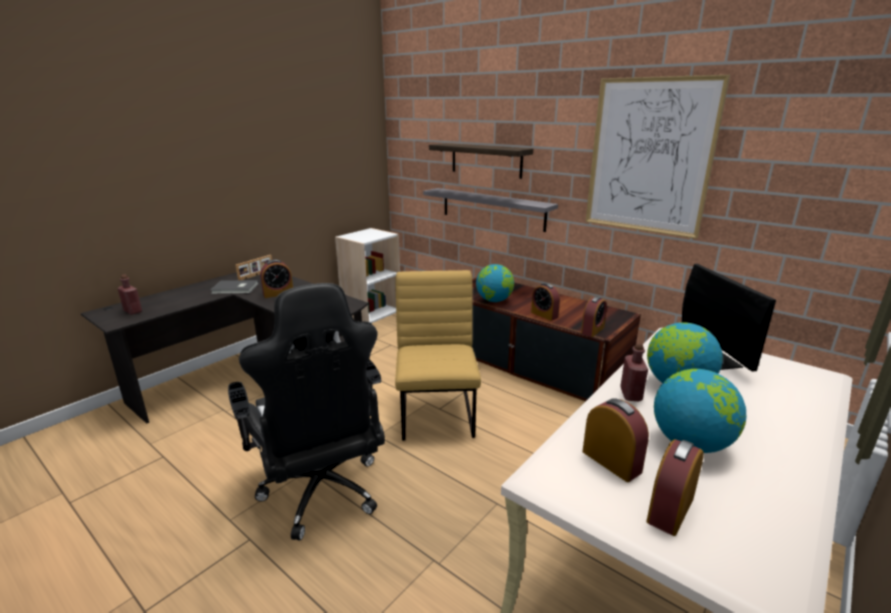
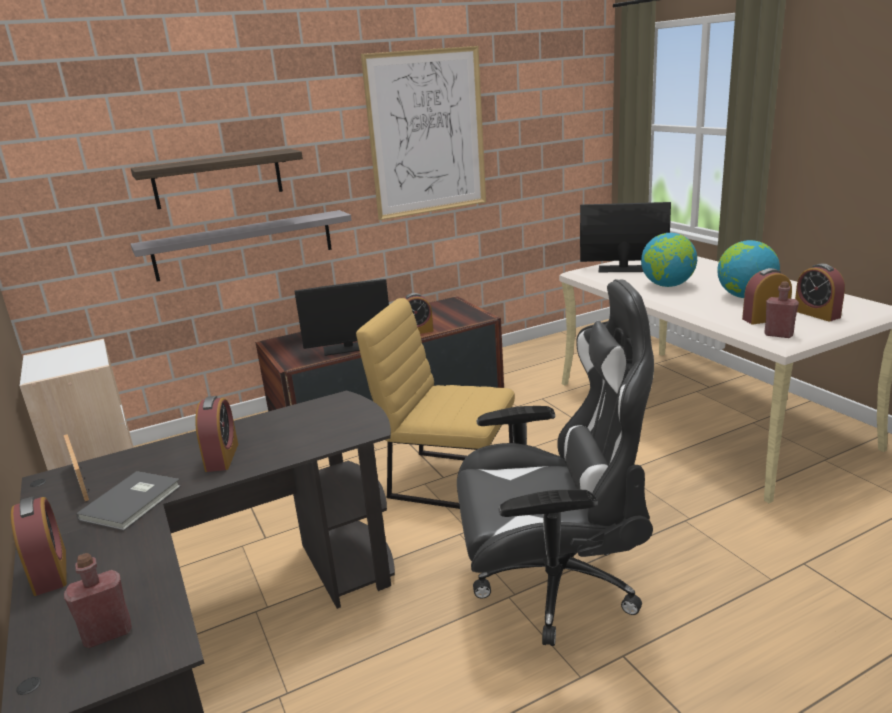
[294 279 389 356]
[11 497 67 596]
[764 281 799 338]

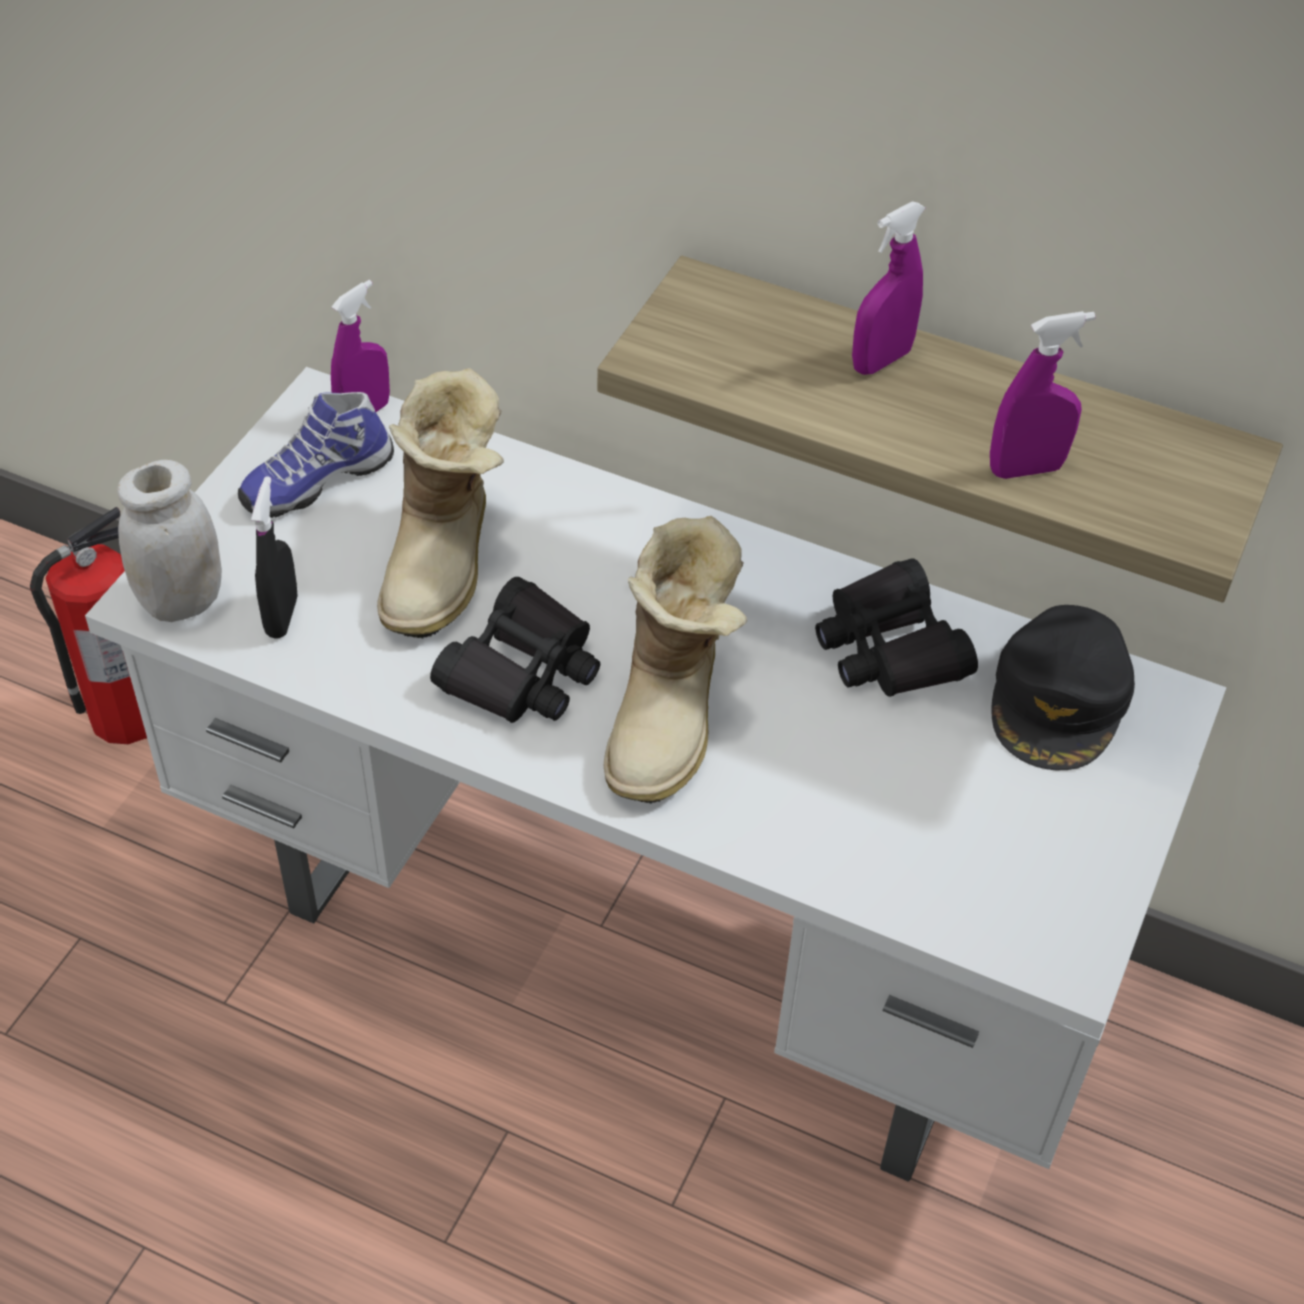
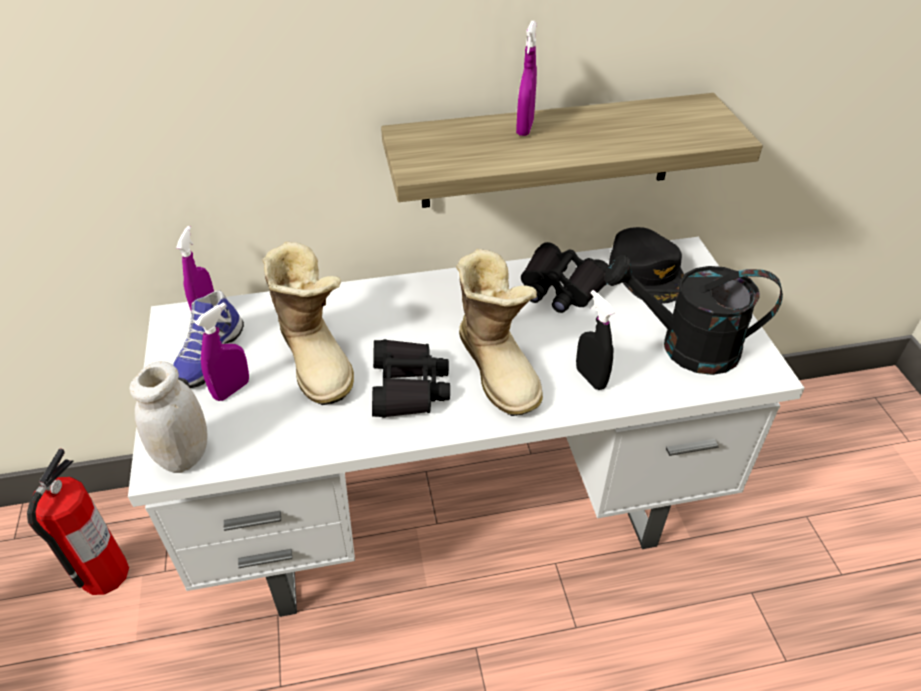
[195 303 249 401]
[576 290 615 390]
[604 255 783 375]

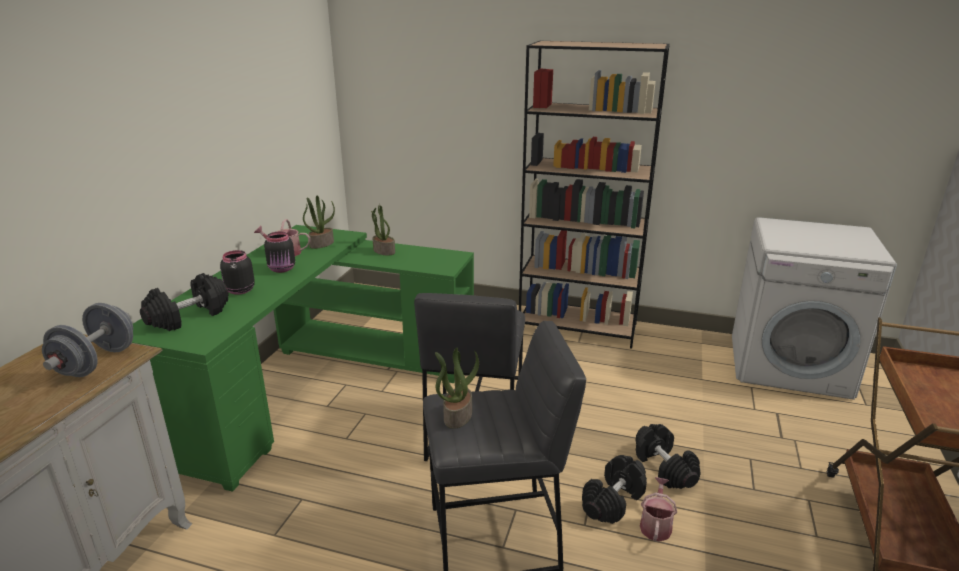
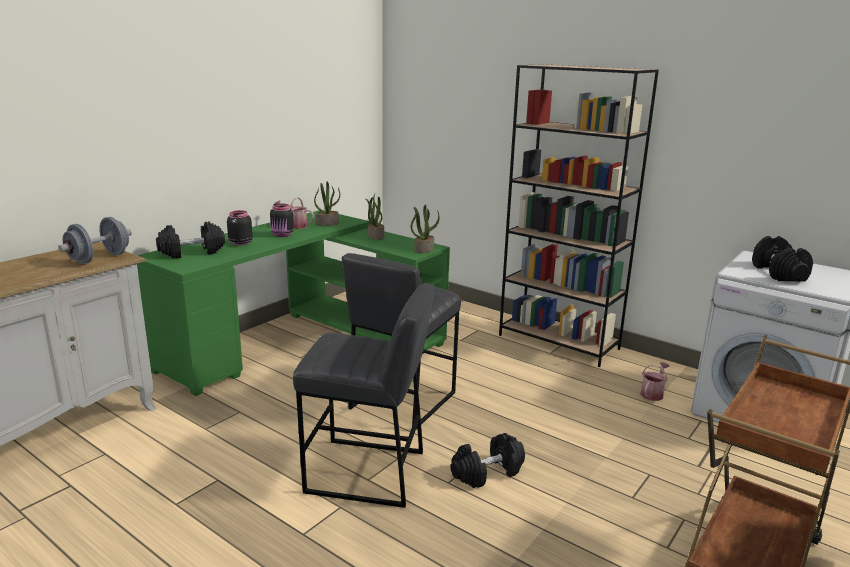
[411 204 440 254]
[752 236 813 282]
[640 362 669 401]

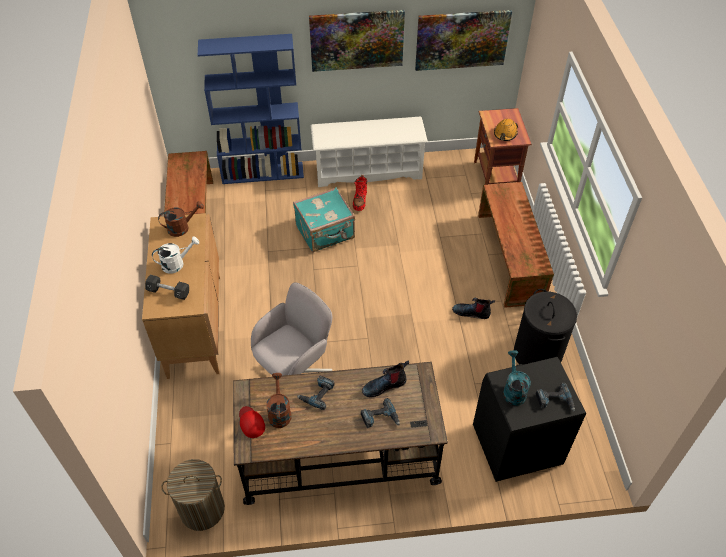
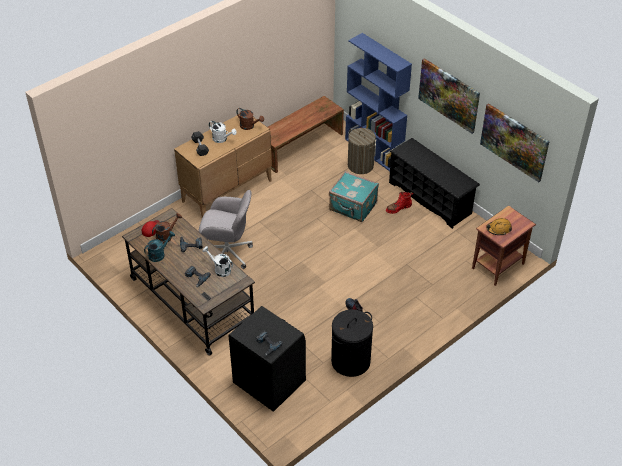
[389 138 480 229]
[478 182 554 308] (first image)
[144 231 175 262]
[203 246 233 277]
[348 128 376 174]

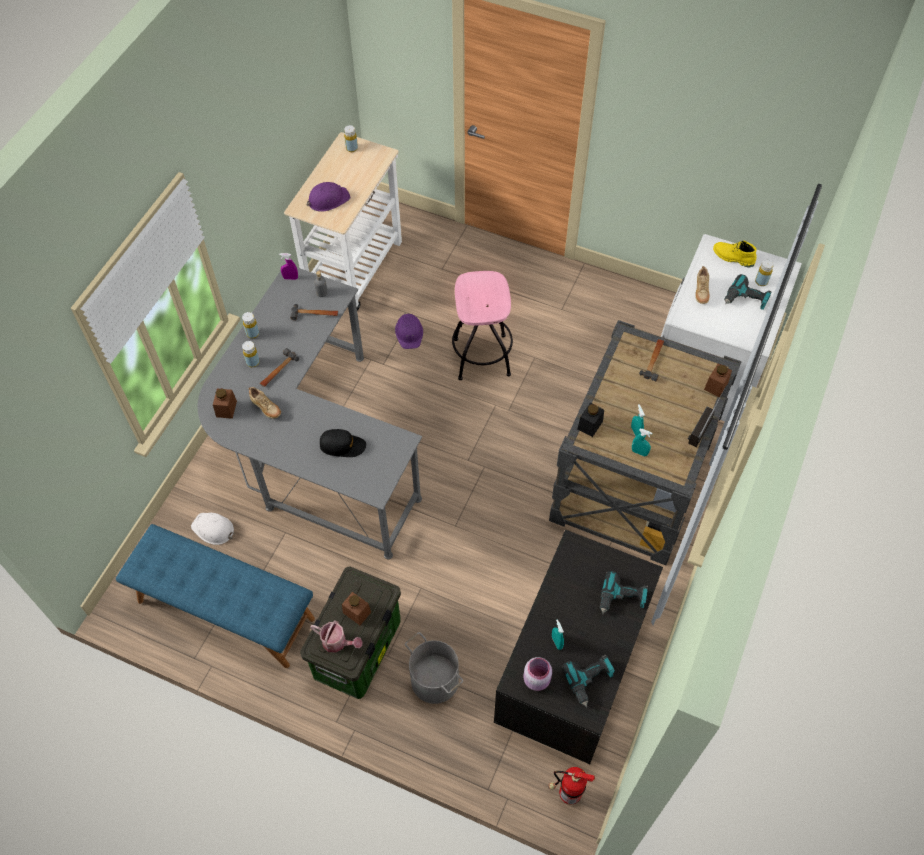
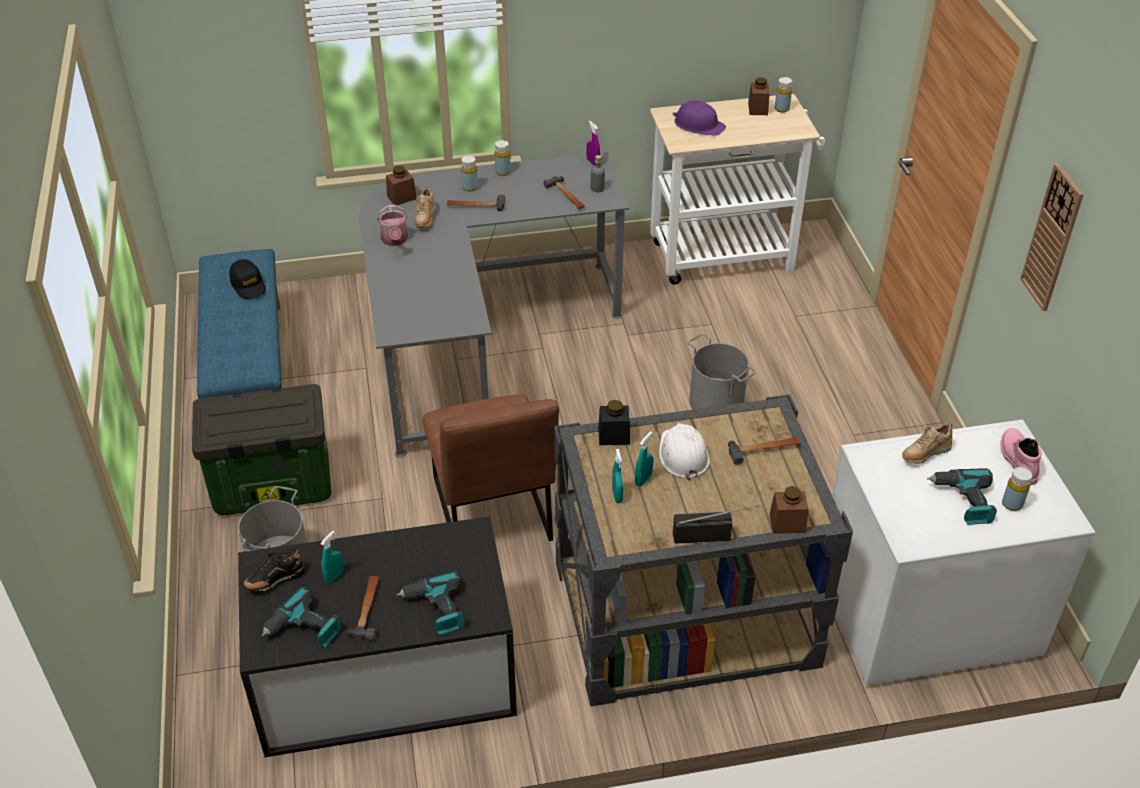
[1001 428 1042 485]
[687 333 756 410]
[395 313 423 349] (first image)
[229 259 266 299]
[659 423 710 481]
[748 77 770 115]
[377 205 408 246]
[244 548 305 593]
[549 767 595 804] (first image)
[1020 163 1084 311]
[422 394 559 541]
[346 576 379 640]

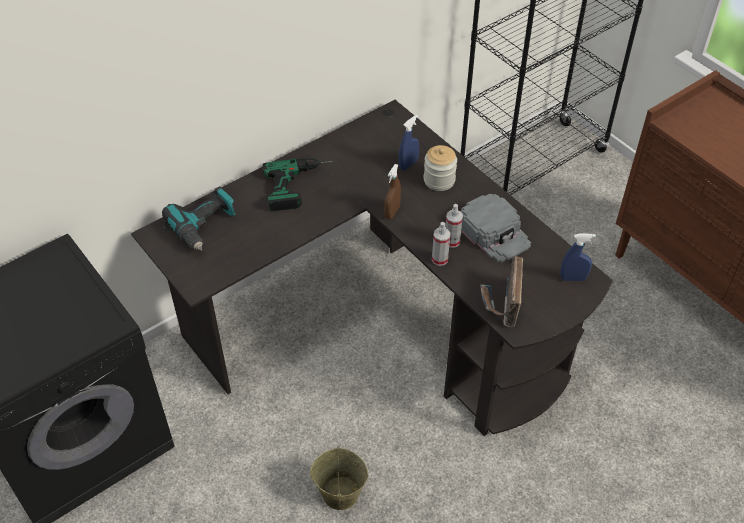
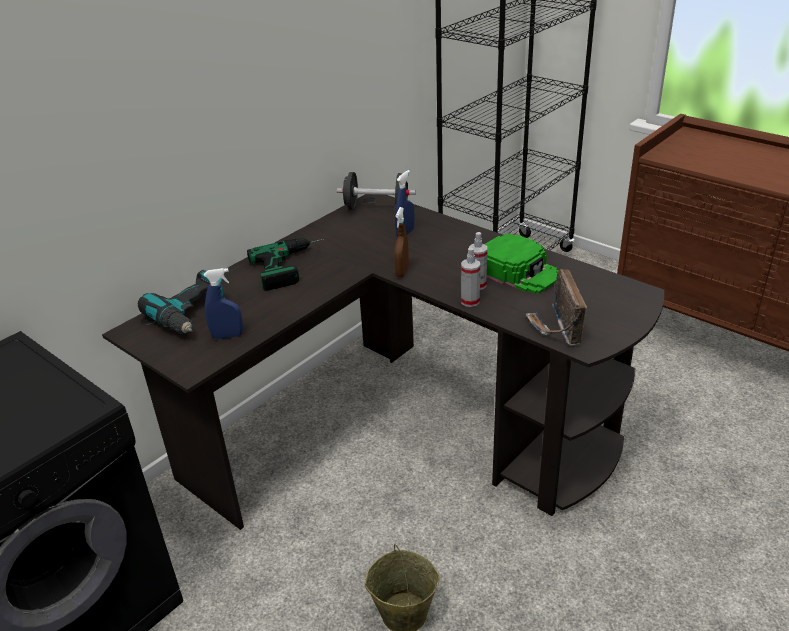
[424 145 457 191] (first image)
[484 233 559 294]
[204 268 243 339]
[337 172 416 210]

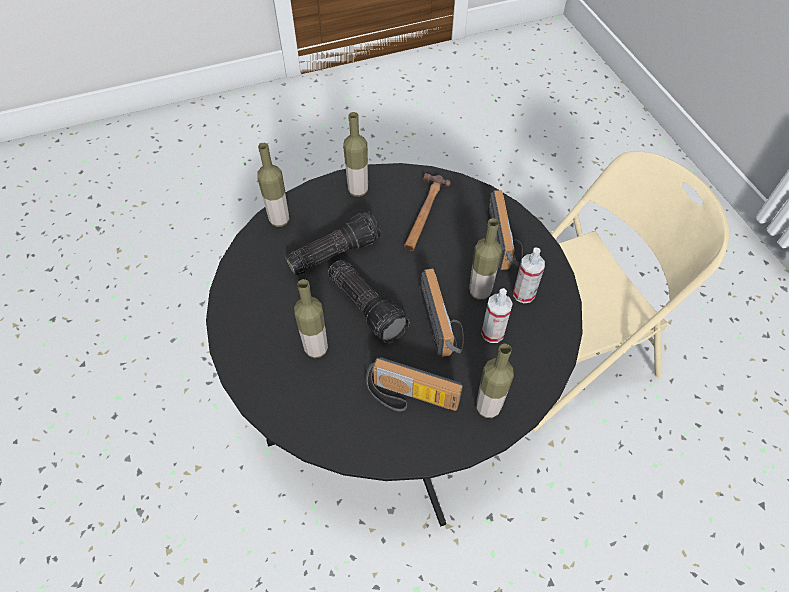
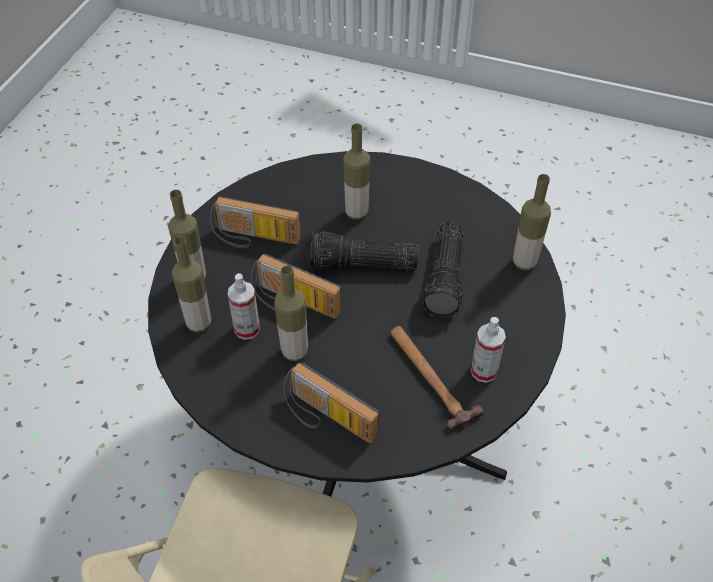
[172 236 211 333]
[471 317 506 383]
[210 197 301 248]

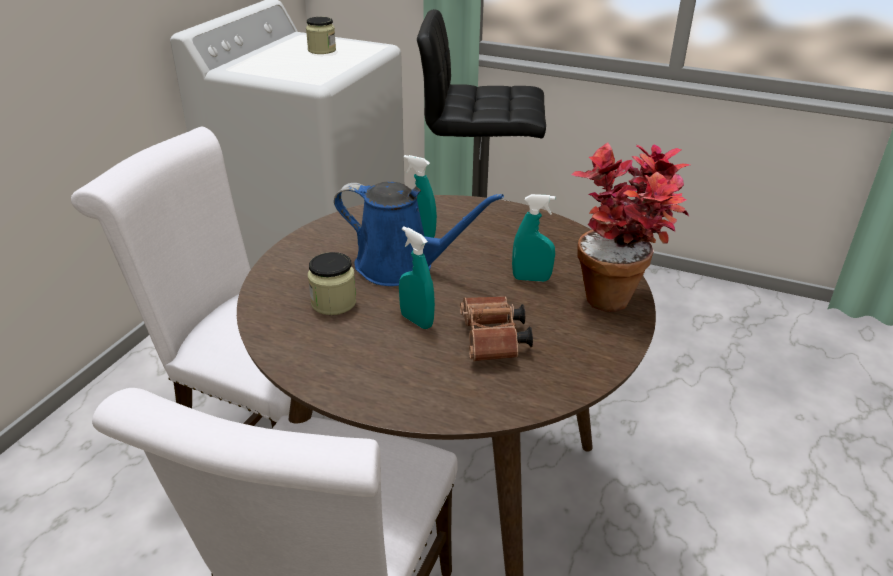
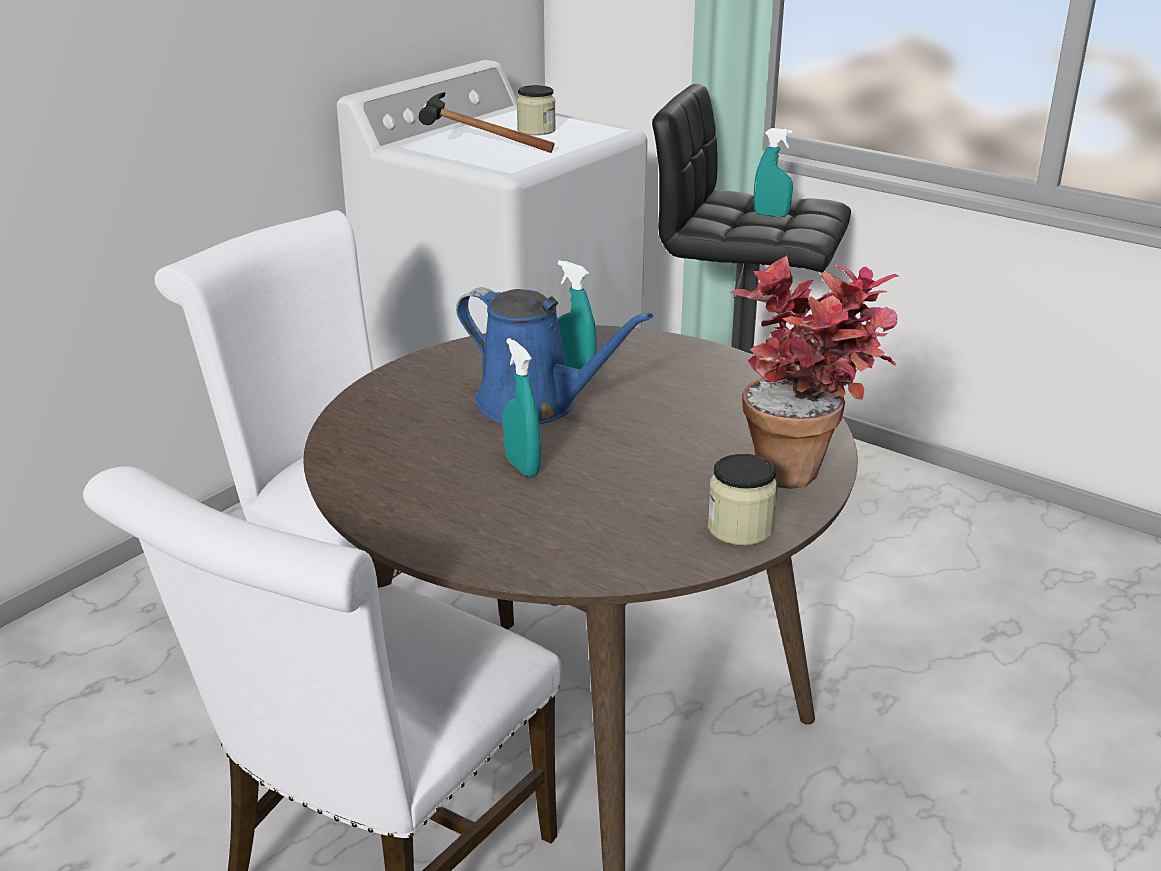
[754 128 793 217]
[708 454 778 546]
[460 296 533 361] (first image)
[419 92 555 153]

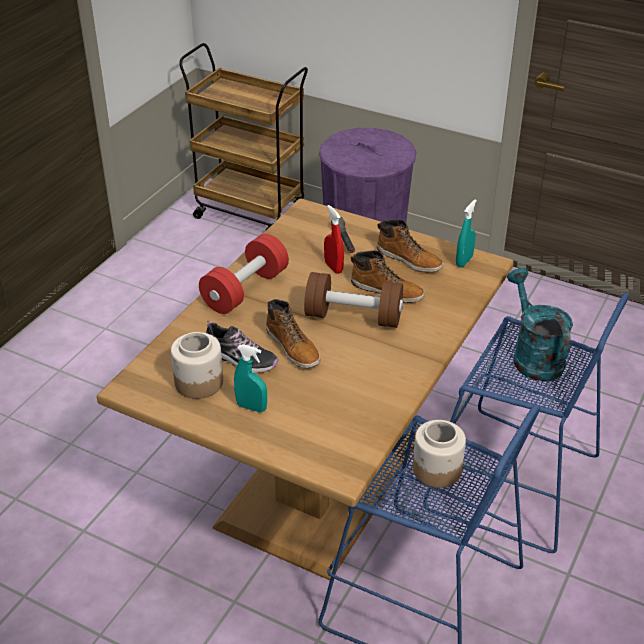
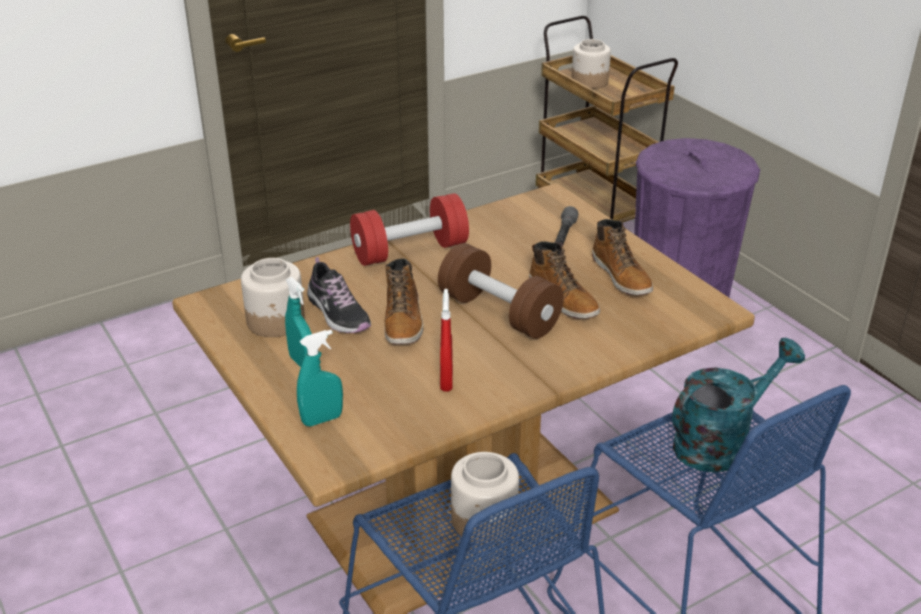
[297 330 343 426]
[440 289 453 391]
[672 338 805 473]
[571 39 611 89]

